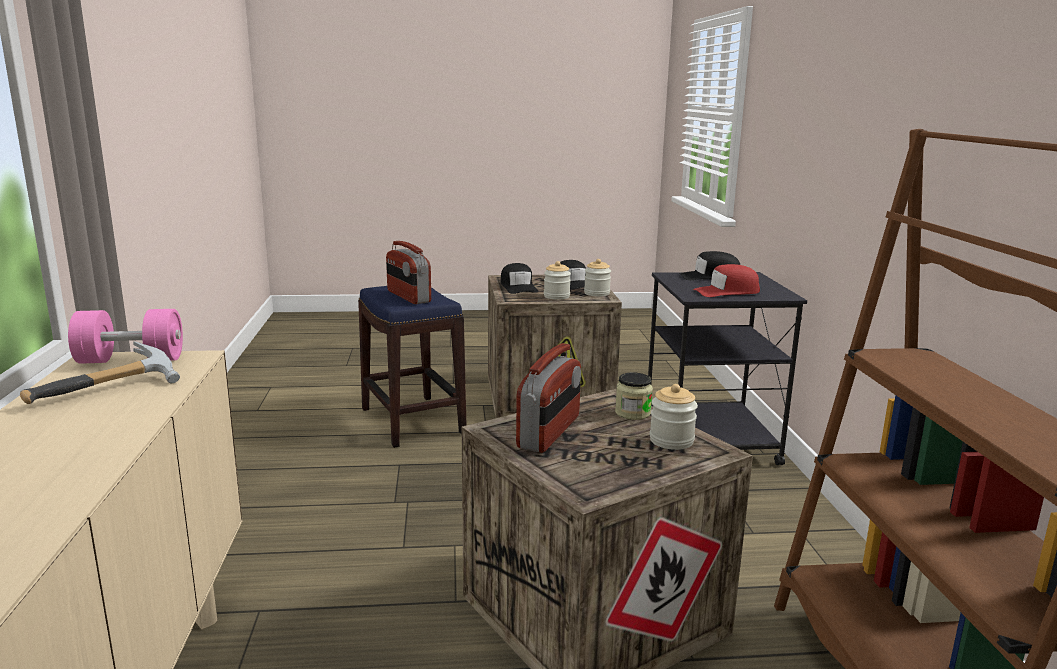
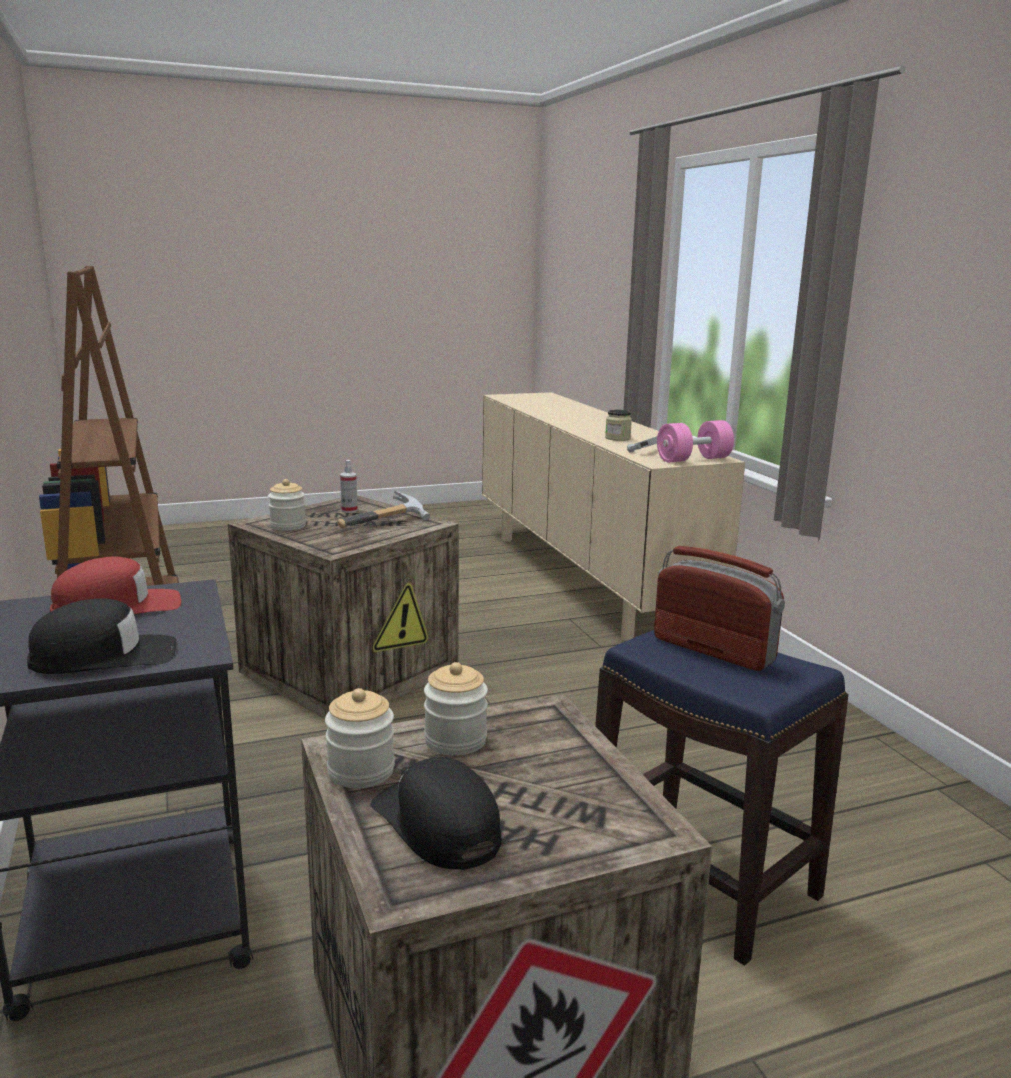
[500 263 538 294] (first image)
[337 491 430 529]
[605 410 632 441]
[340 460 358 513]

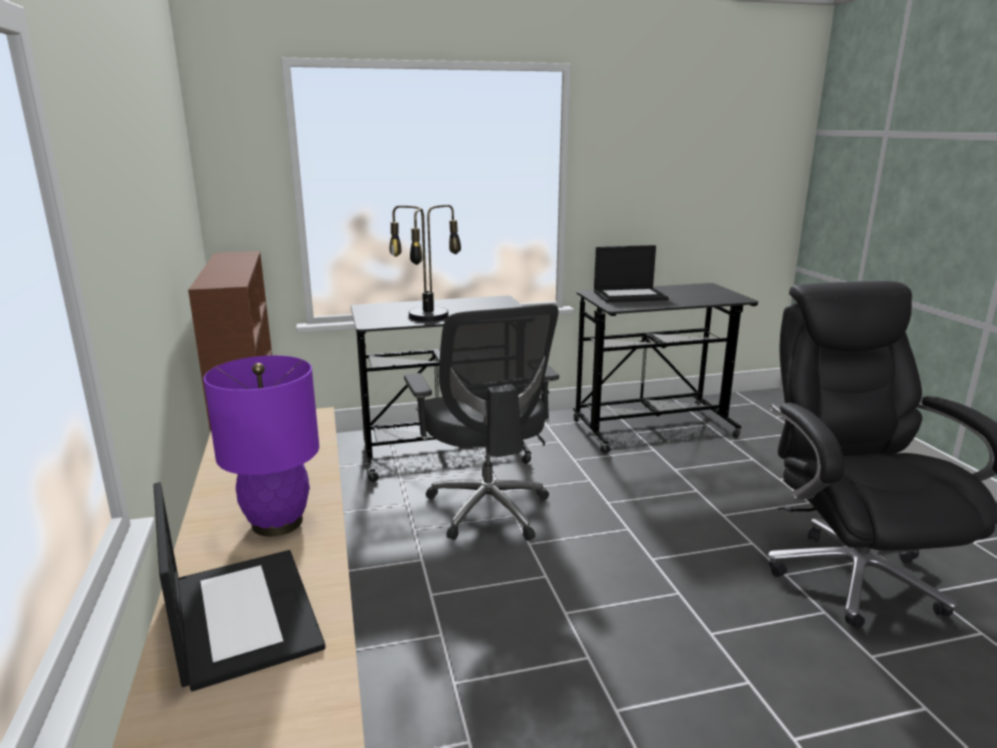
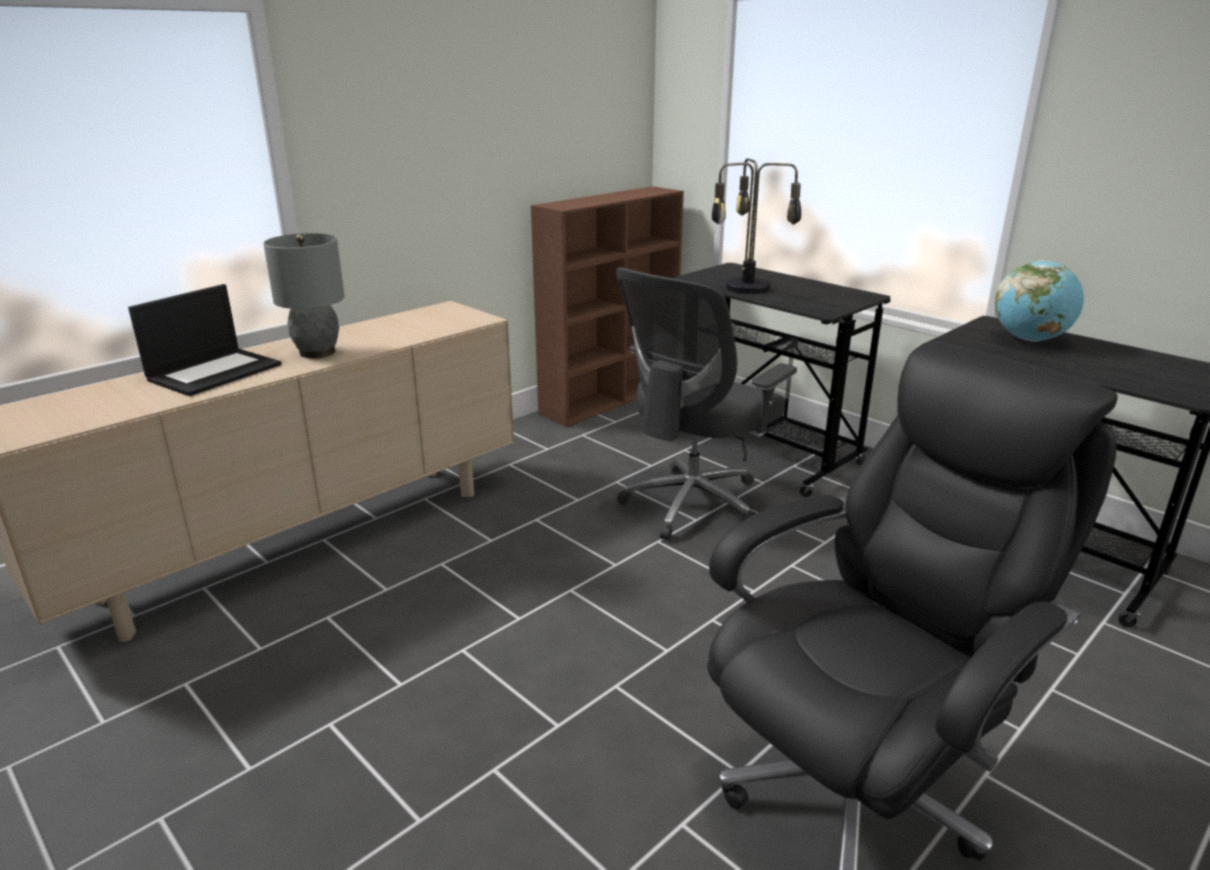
[995 260 1084 342]
[263 233 345 358]

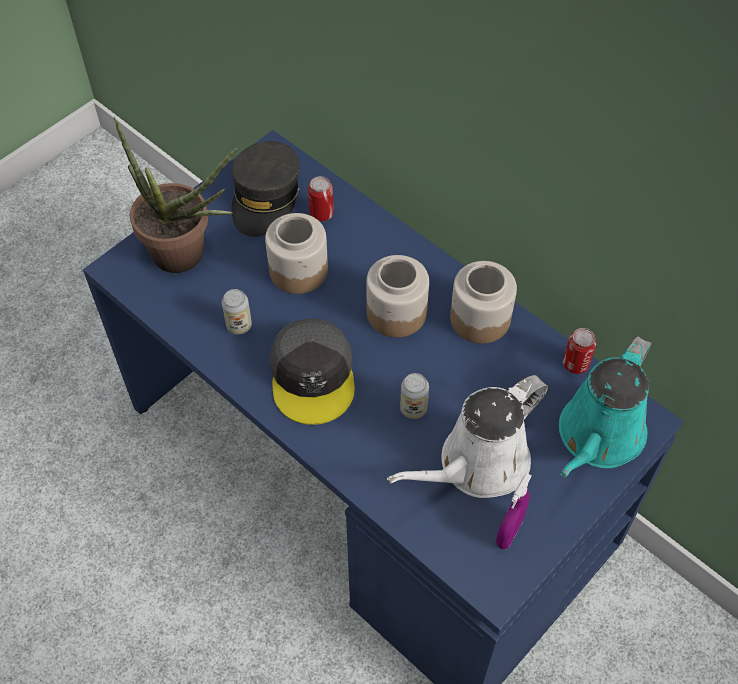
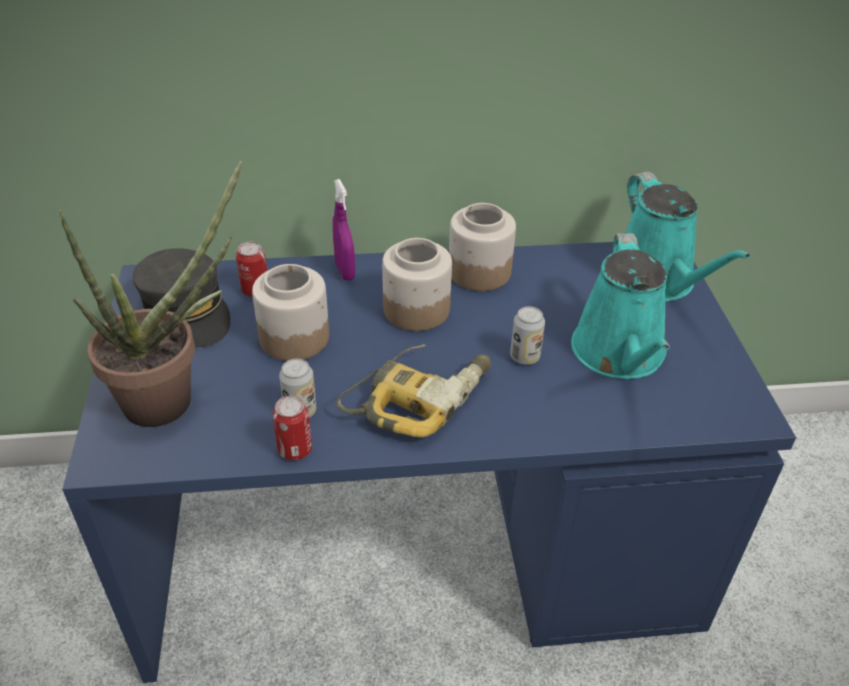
[336 344 491 438]
[273 396 312 460]
[571 233 670 379]
[333 179 355 281]

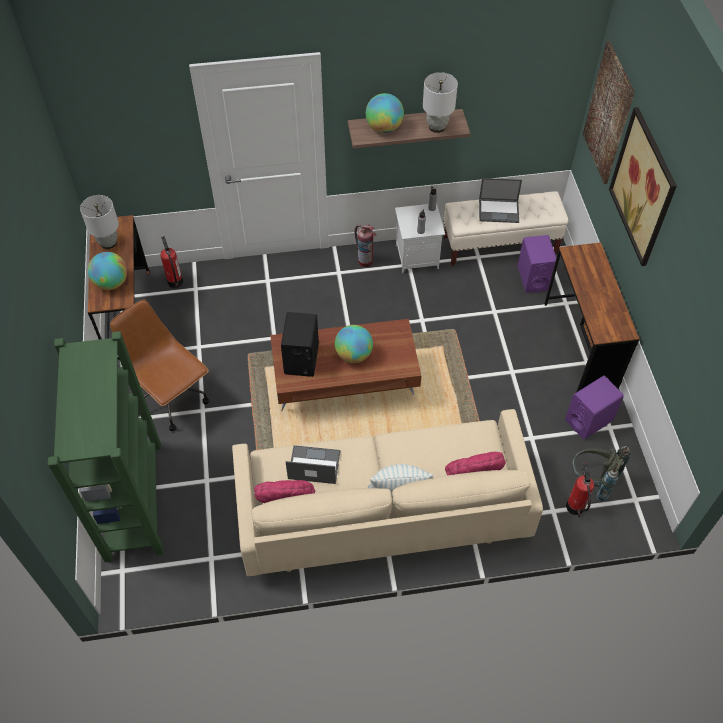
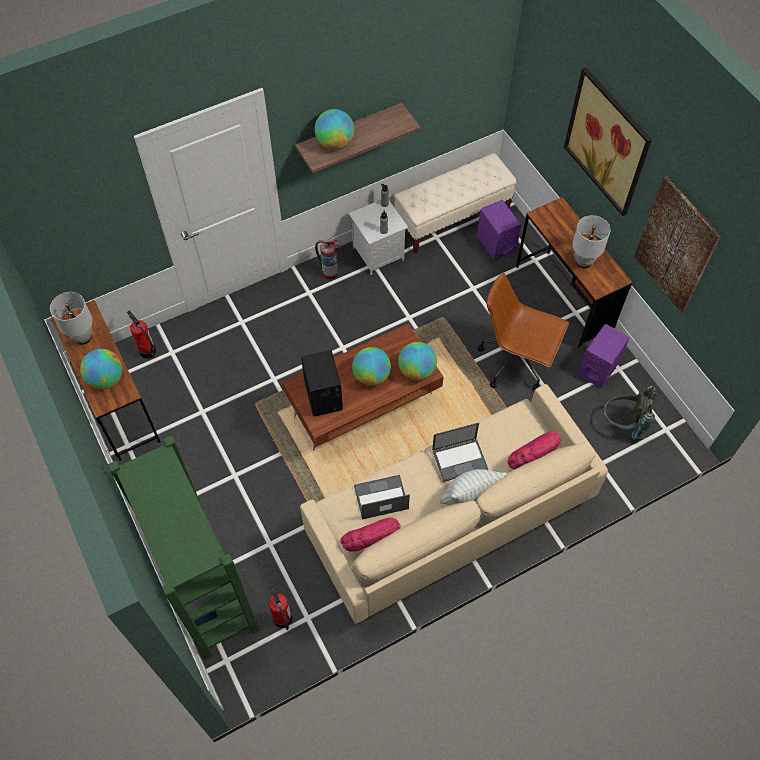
[634 176 721 313]
[572 215 611 268]
[432 423 488 482]
[478 273 569 391]
[268 584 292 630]
[398 342 437 380]

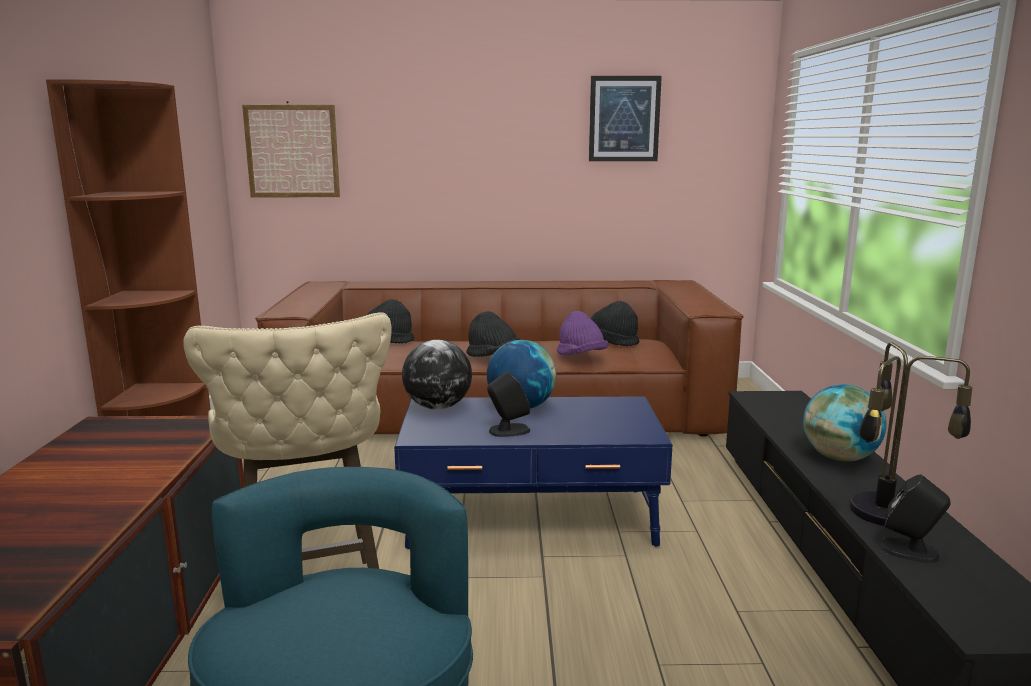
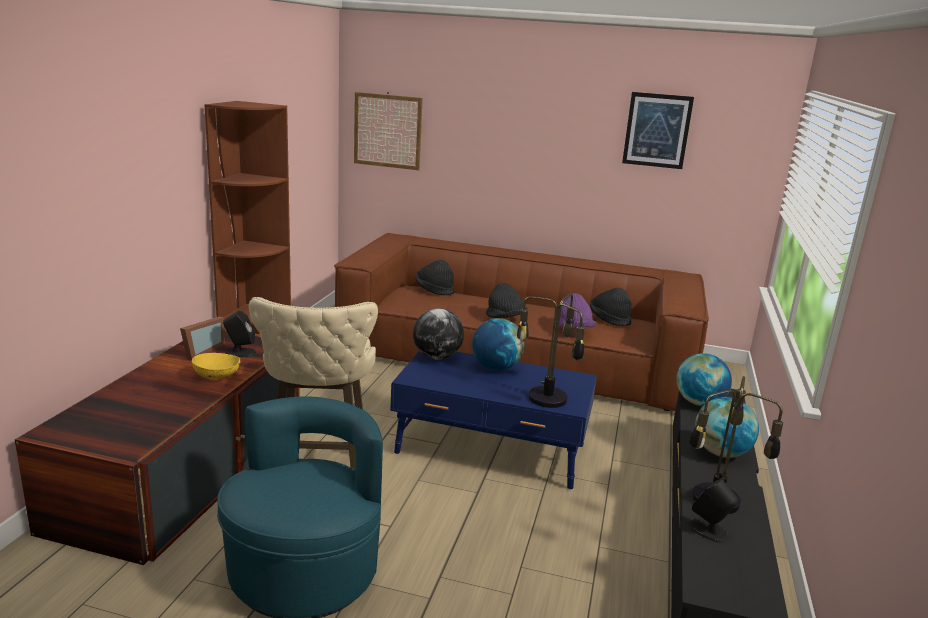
[223 311 256 357]
[517 294 585 408]
[180 316 225 361]
[192 353 241 379]
[676 353 732 406]

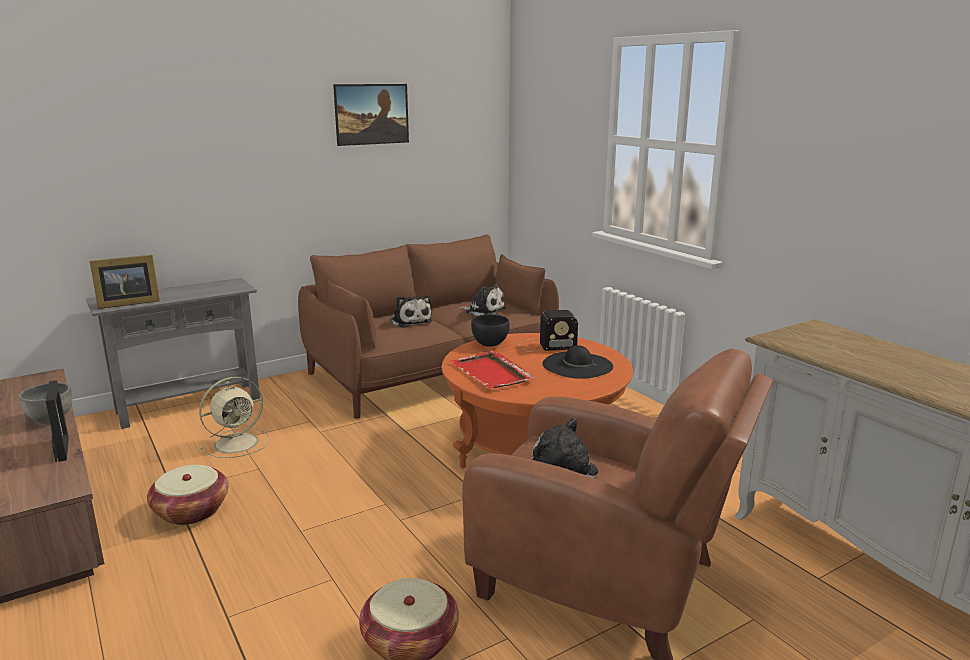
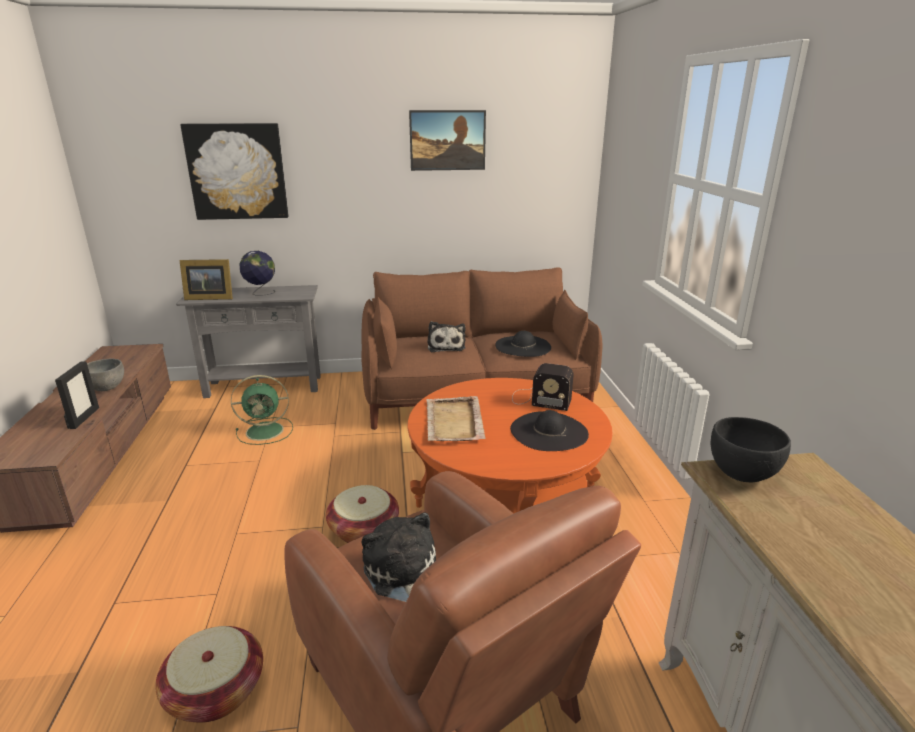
[495 331 551 357]
[711 417 791 482]
[426 396 486 441]
[231 375 293 445]
[326 485 399 543]
[180 123 289 220]
[240 251 276 296]

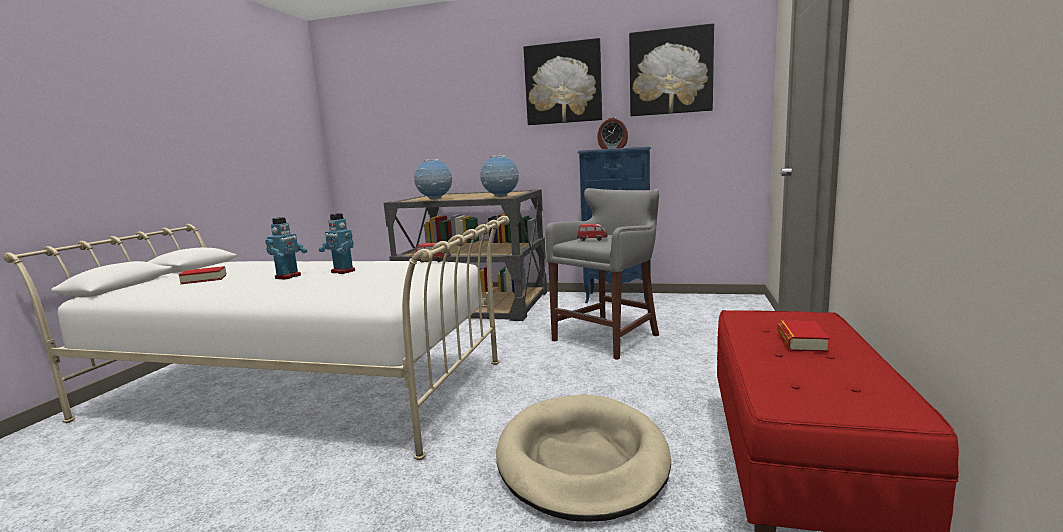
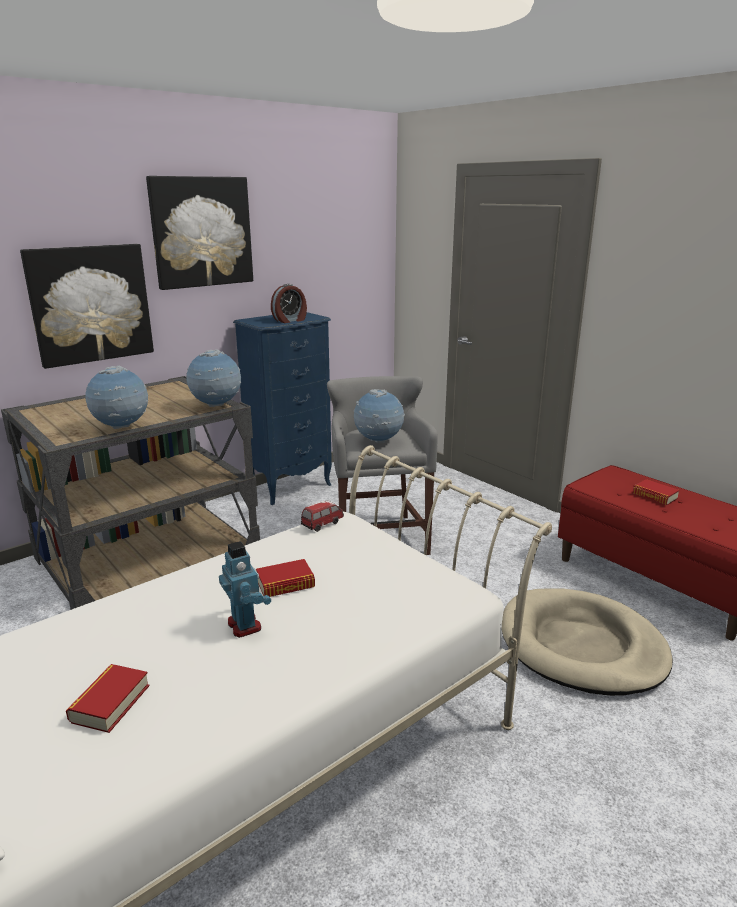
[20 244 154 369]
[256 559 315 597]
[353 389 405 443]

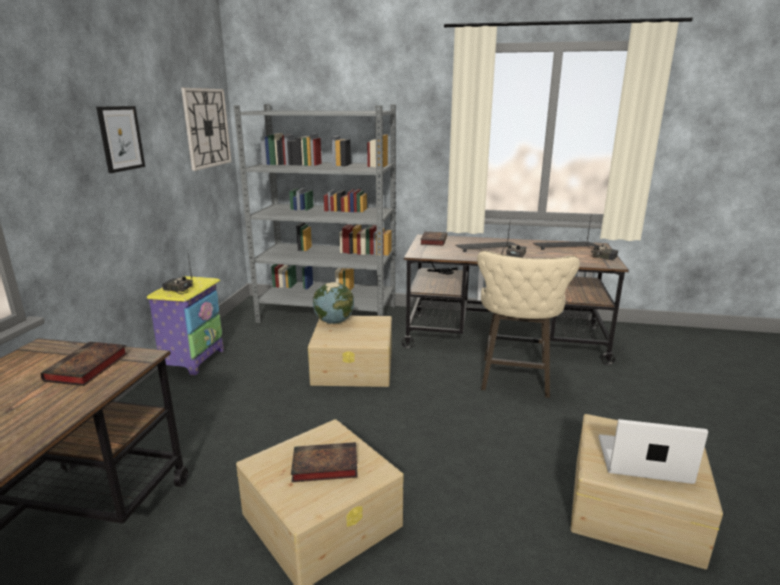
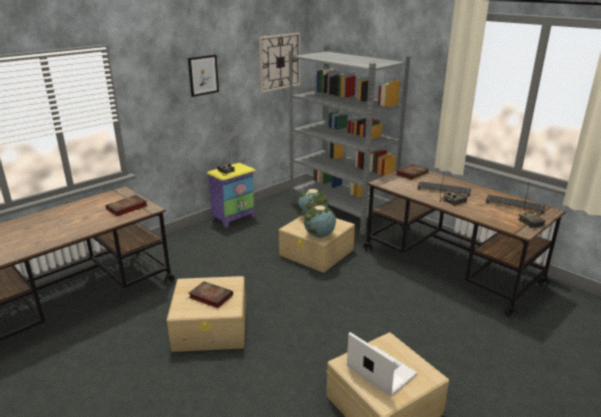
[477 250 580 398] (first image)
[304 205 336 238]

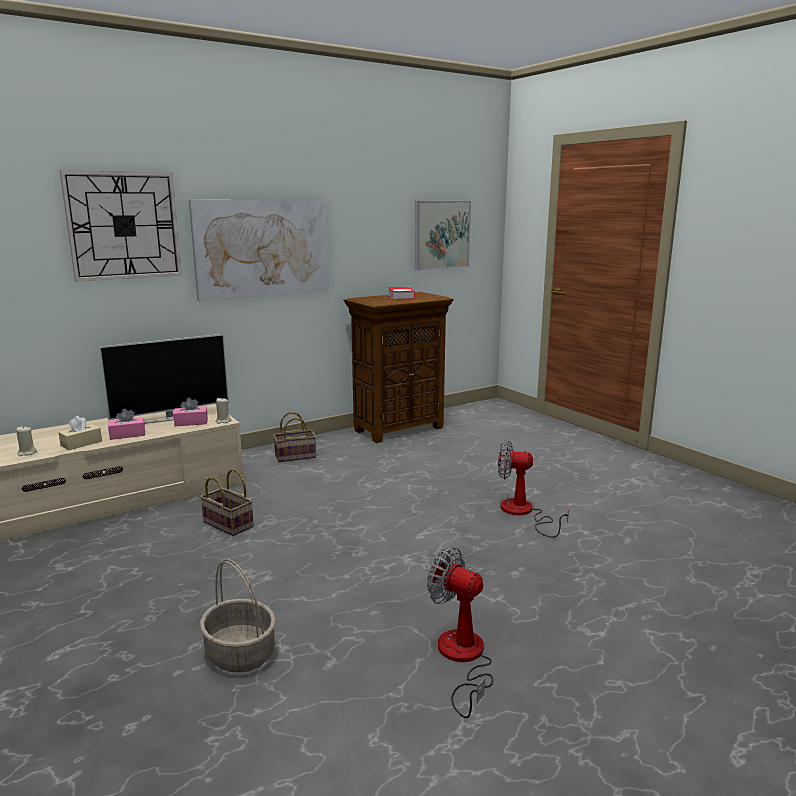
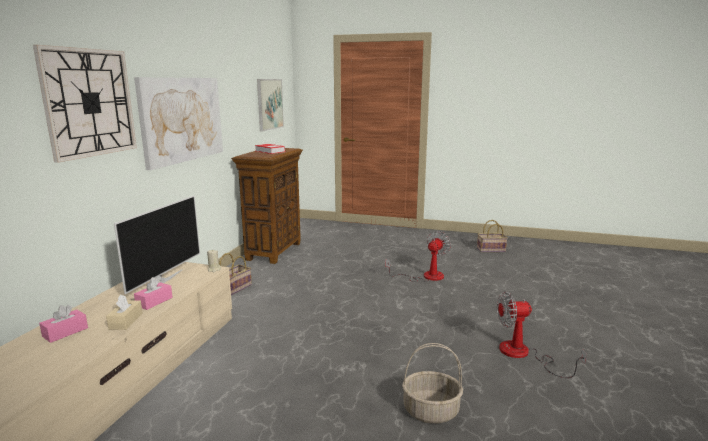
[39 305 88 343]
[16 427 37 456] (first image)
[385 231 451 282]
[477 220 508 252]

